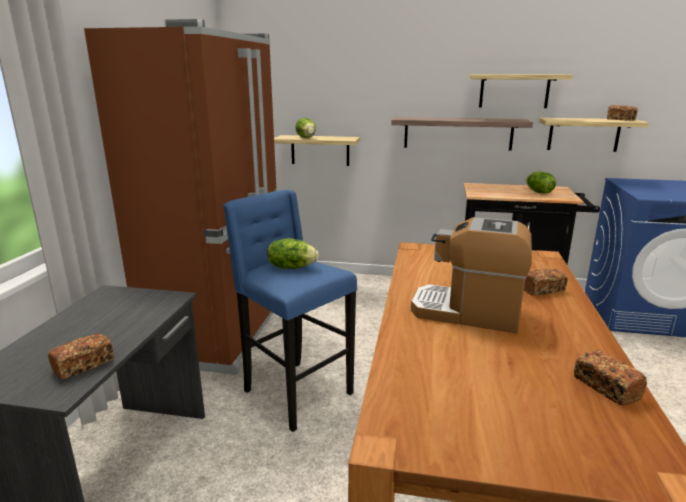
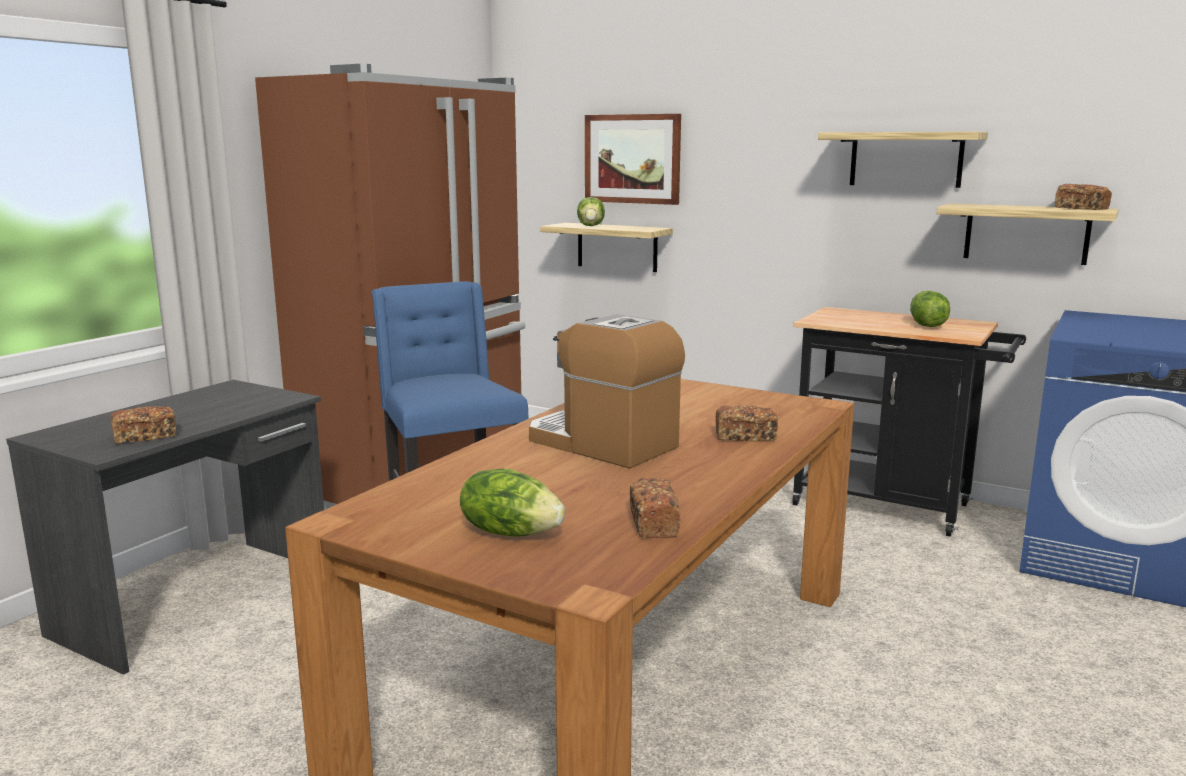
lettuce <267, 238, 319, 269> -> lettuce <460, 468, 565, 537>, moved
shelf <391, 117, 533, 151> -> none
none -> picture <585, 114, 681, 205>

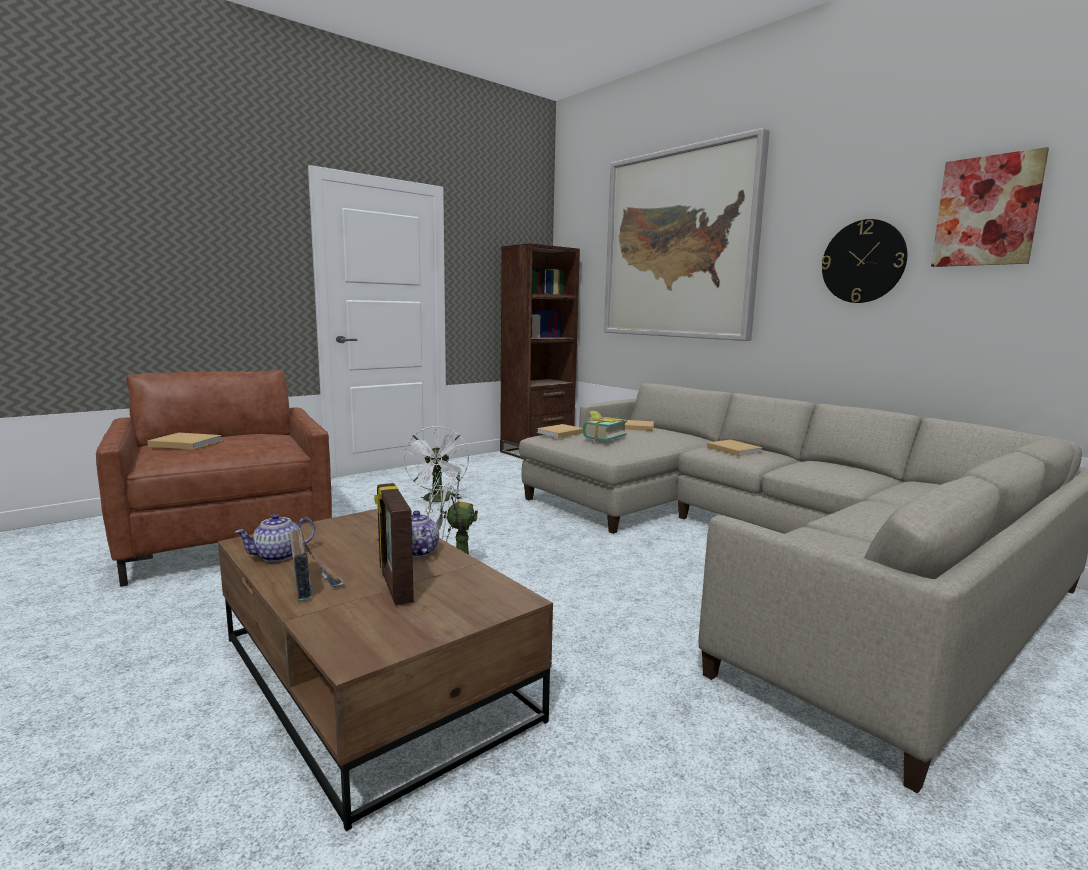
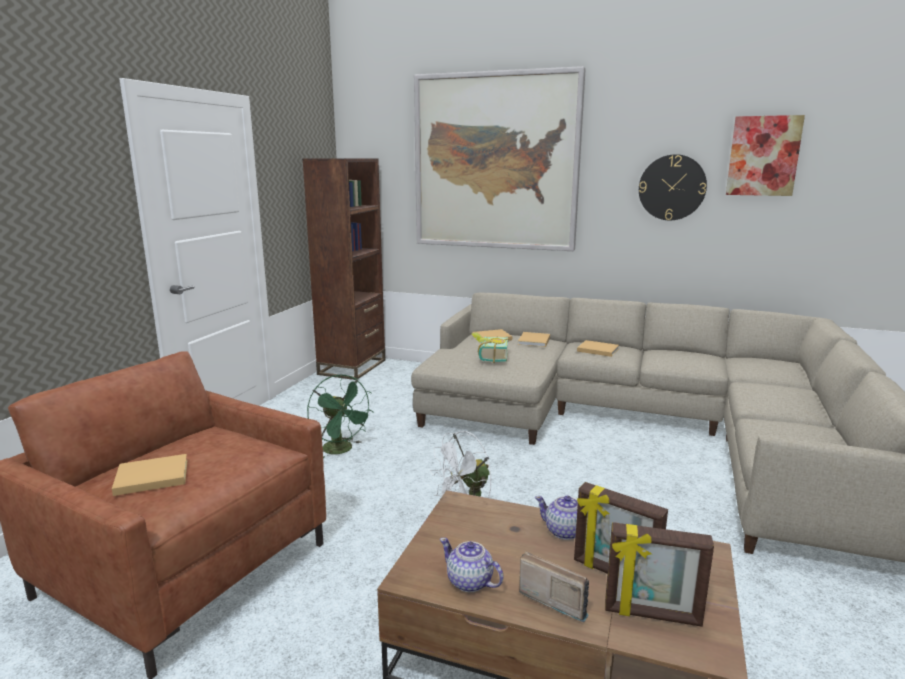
teapot <234, 514, 315, 562> -> teapot <440, 538, 503, 592>, 105 degrees clockwise
fan (white) <404, 426, 469, 502> -> fan (green) <307, 375, 374, 458>
book (beige) <537, 424, 583, 438> -> book (beige) <518, 332, 550, 347>, moved
none -> picture frame <605, 522, 714, 627>

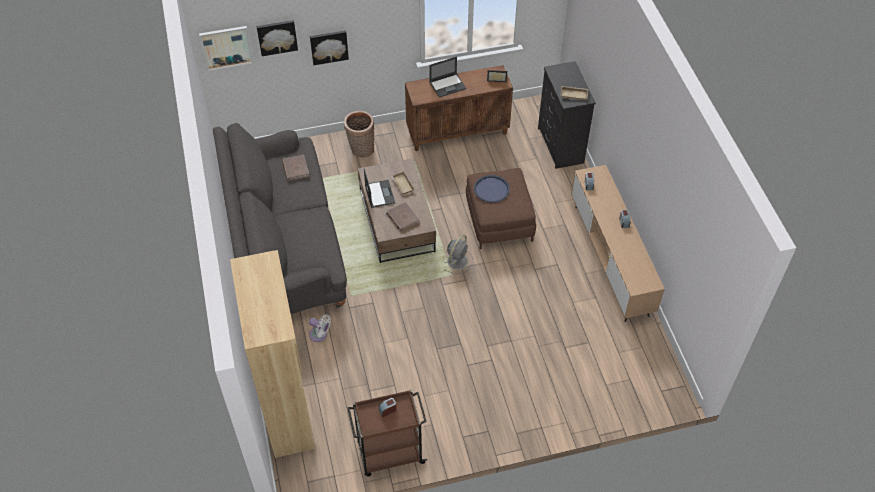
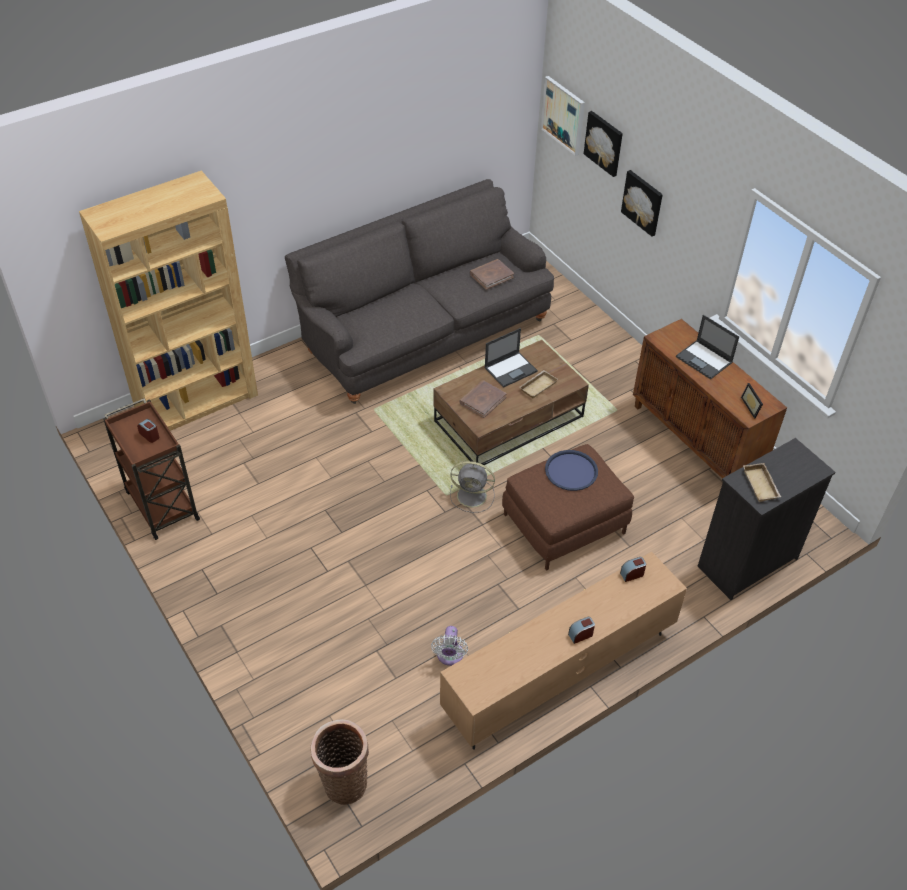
fan (white) <309, 314, 331, 342> -> fan (white) <431, 626, 468, 666>, moved
basket <344, 111, 374, 158> -> basket <310, 719, 369, 805>, moved

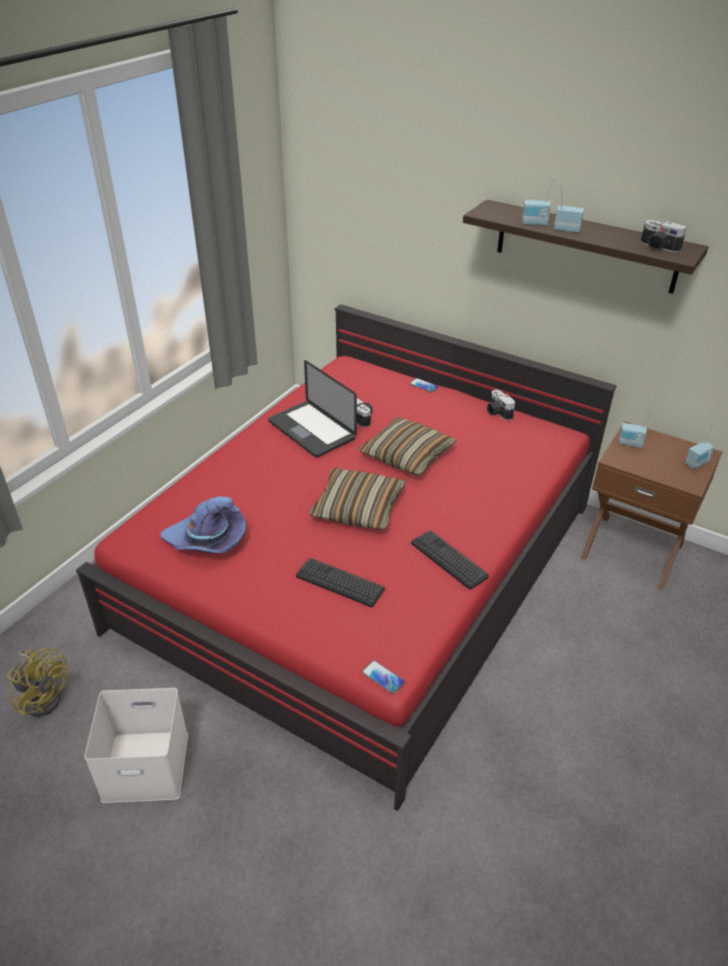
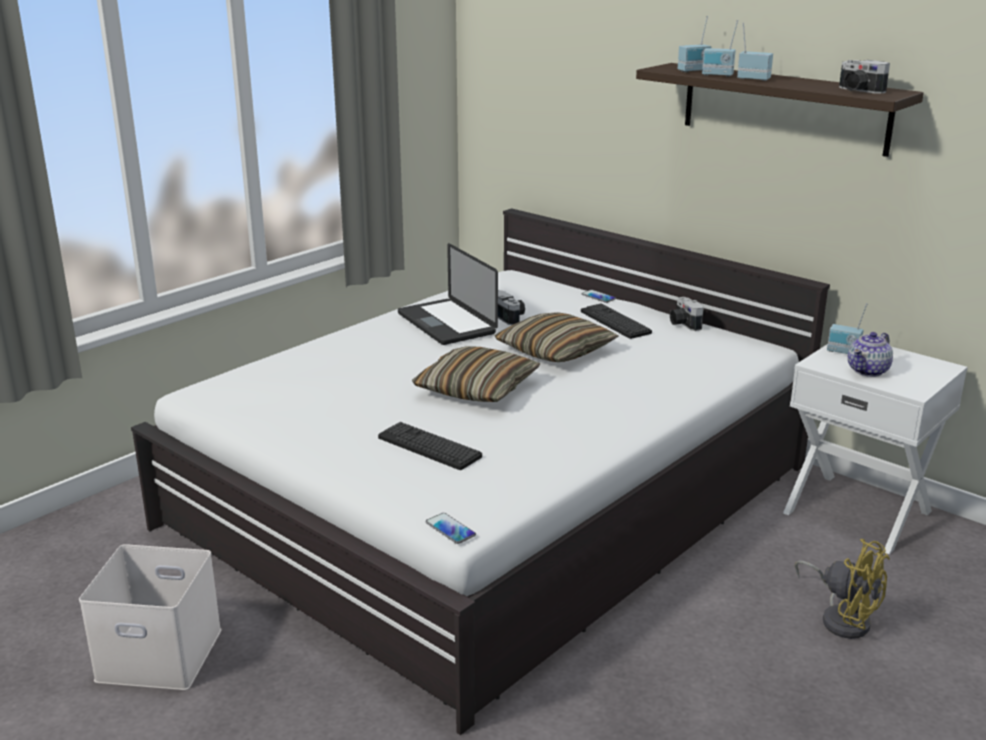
fan (yellow) <7, 648, 68, 717> -> fan (yellow) <795, 539, 890, 639>, moved
bed (red) <76, 304, 617, 811> -> bed (white) <131, 208, 830, 735>
hat (purple) <160, 496, 246, 553> -> none
keyboard <411, 530, 489, 590> -> keyboard <581, 303, 652, 339>, moved
nightstand (brown) <581, 421, 722, 590> -> nightstand (white) <783, 344, 968, 554>
radio <685, 423, 715, 469> -> radio <678, 16, 711, 72>, moved
none -> teapot <848, 332, 893, 377>

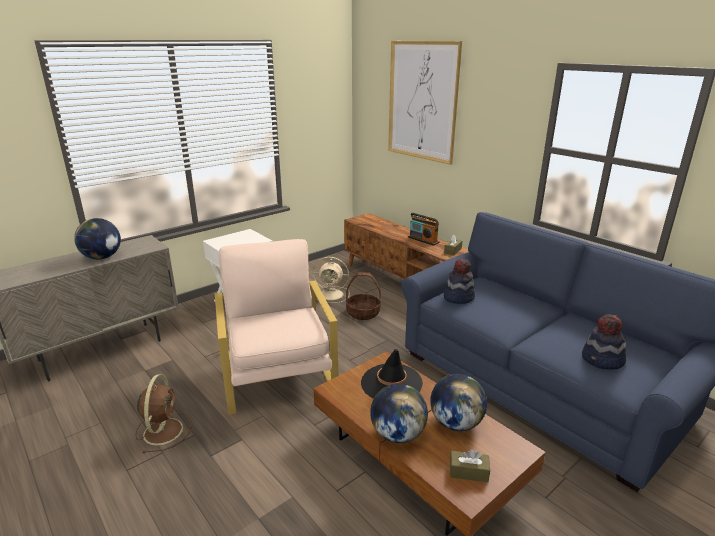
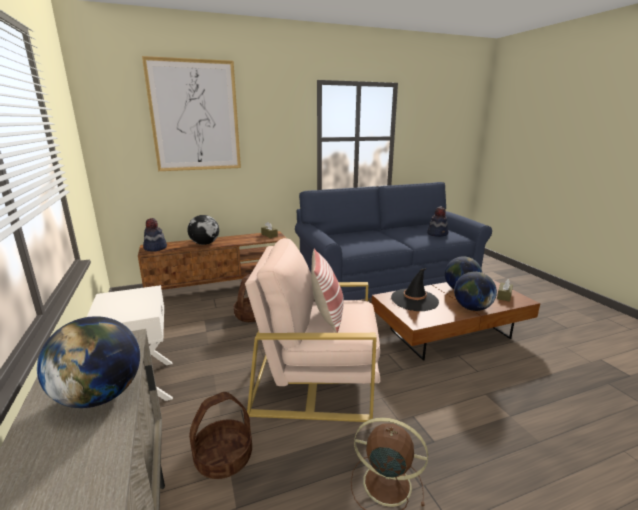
fan (beige) <313, 257, 350, 303> -> none
radio <408, 212, 440, 246> -> none
hat <444, 259, 475, 304> -> hat <143, 218, 167, 252>, moved
none -> globe <187, 215, 219, 245>
none -> basket <189, 392, 252, 479>
none -> pillow <311, 248, 344, 333>

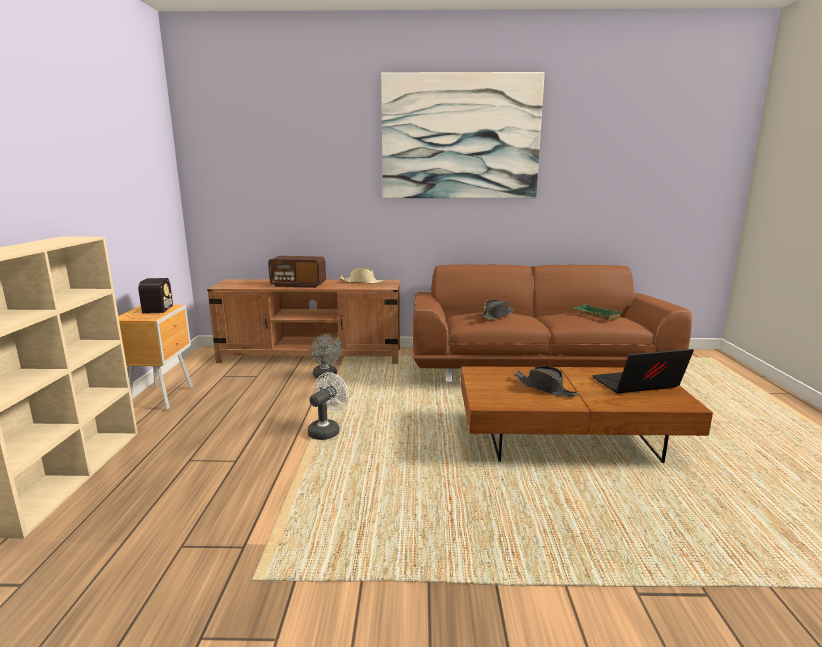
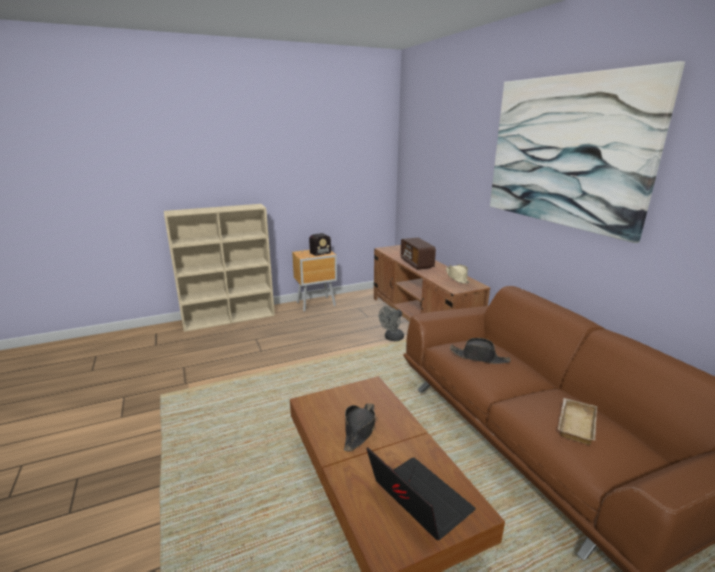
fan (white) <308, 372, 349, 440> -> none
tray (green) <574, 304, 622, 321> -> tray (beige) <558, 398, 597, 445>

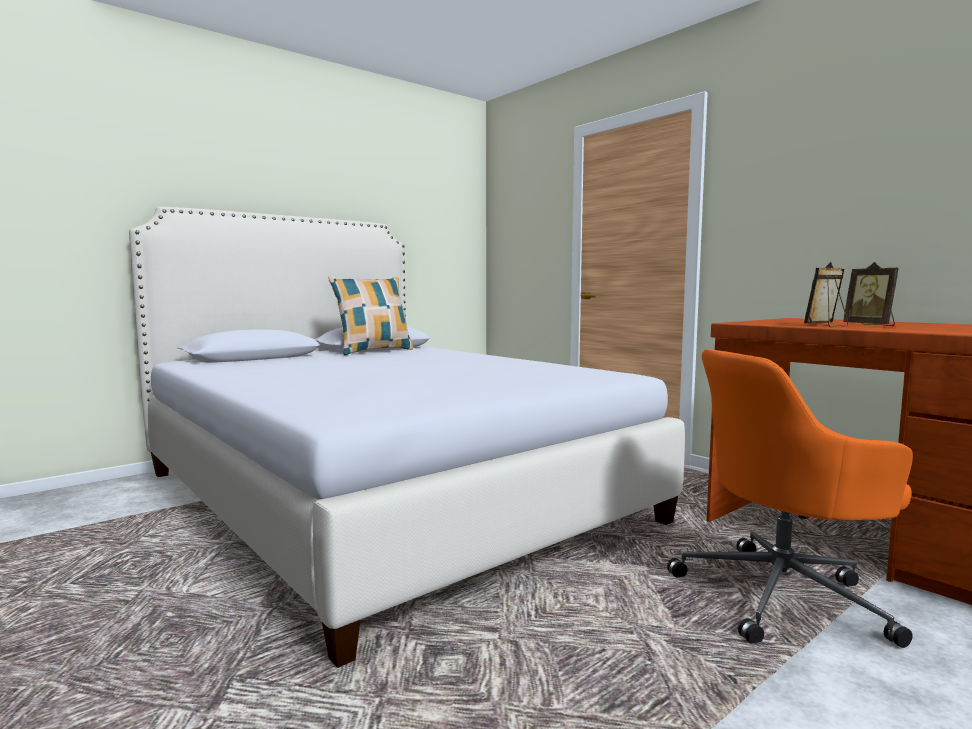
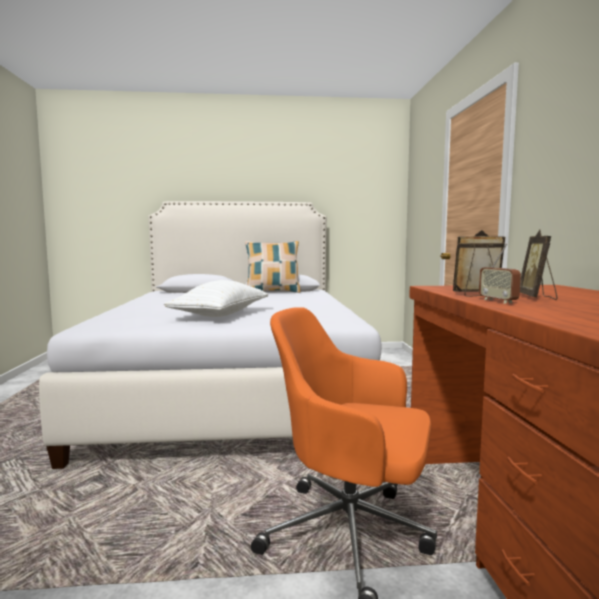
none -> pillow (white) <164, 280, 268, 317>
none -> radio <479, 243, 521, 304>

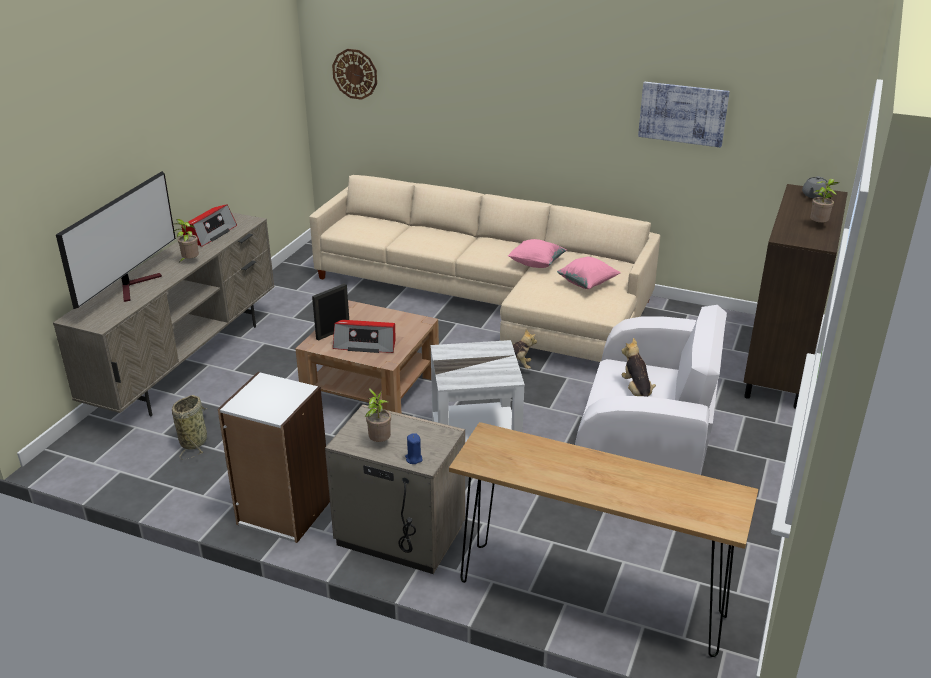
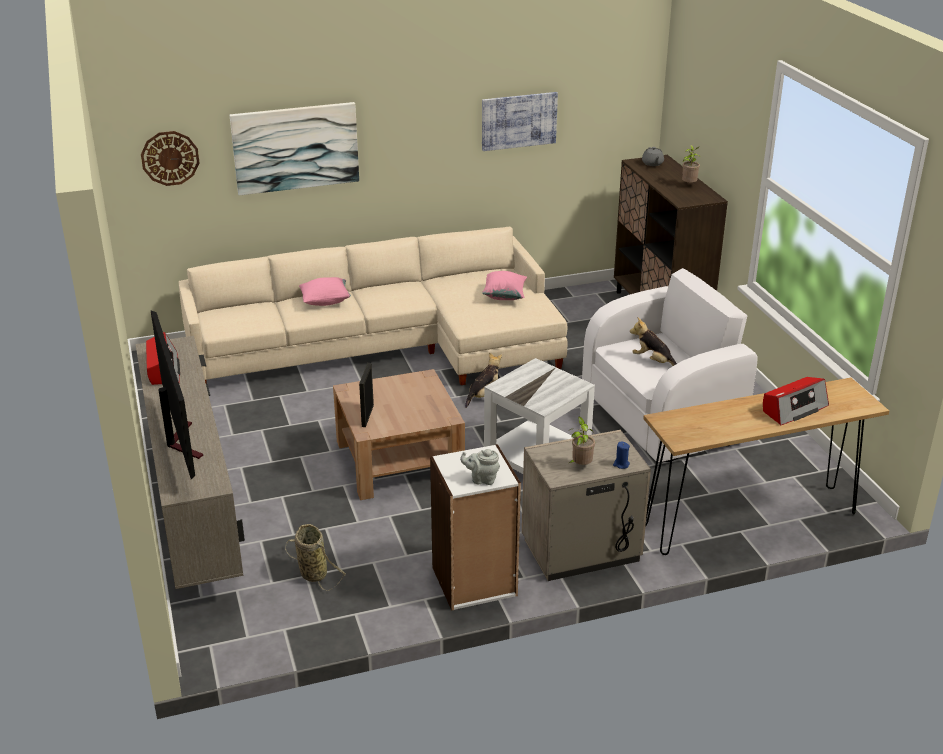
potted plant <174, 219, 199, 262> -> none
radio <333, 320, 395, 353> -> radio <763, 377, 829, 425>, moved
pillow (pink) <508, 239, 567, 268> -> pillow (pink) <299, 277, 351, 306>, moved
none -> picture <230, 102, 359, 196>
none -> teapot (grey) <460, 449, 500, 485>

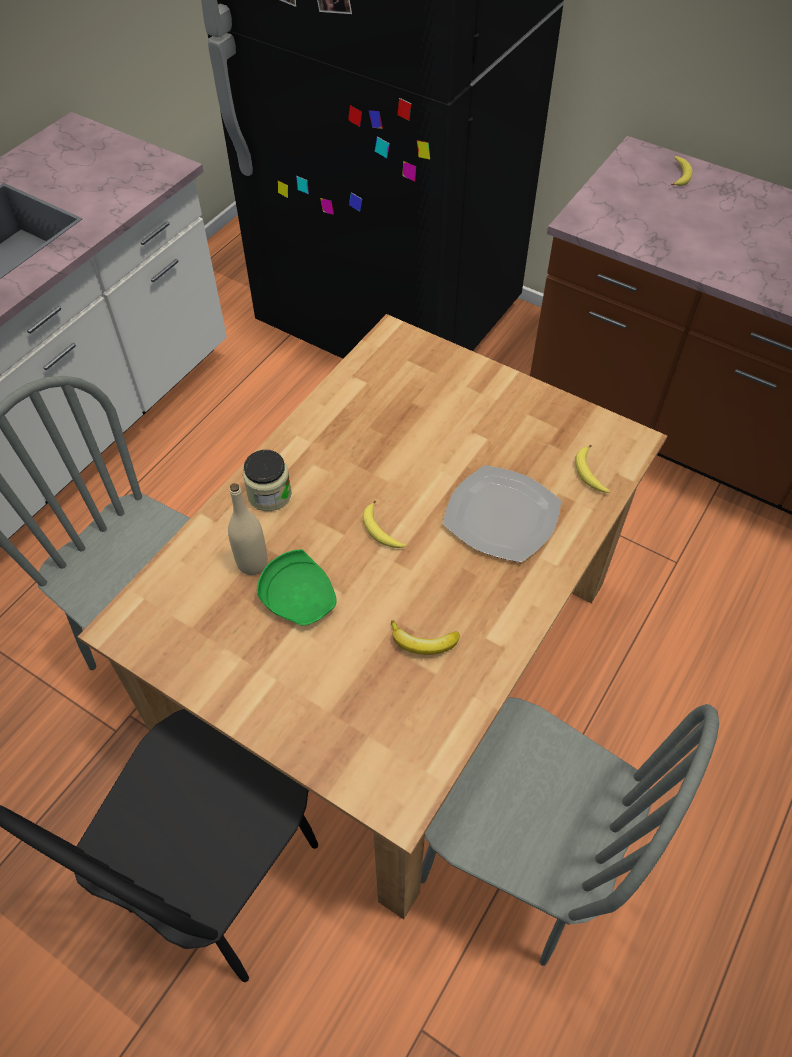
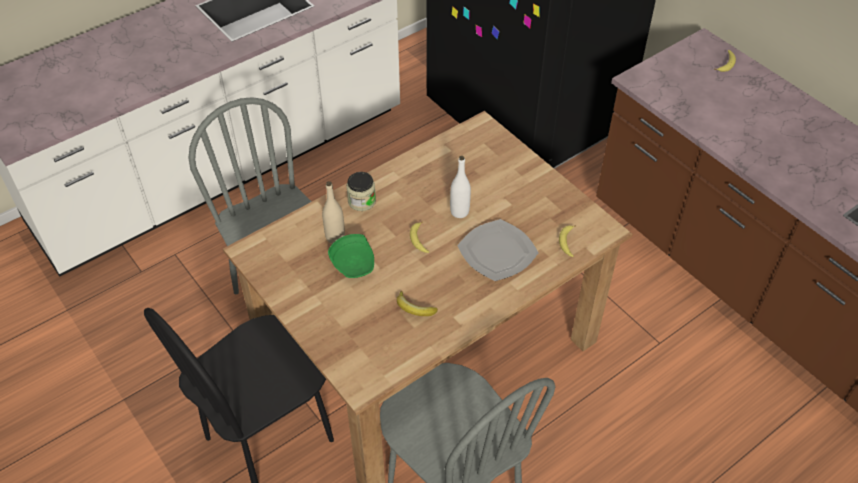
none -> bottle (white) <450, 156, 471, 218>

